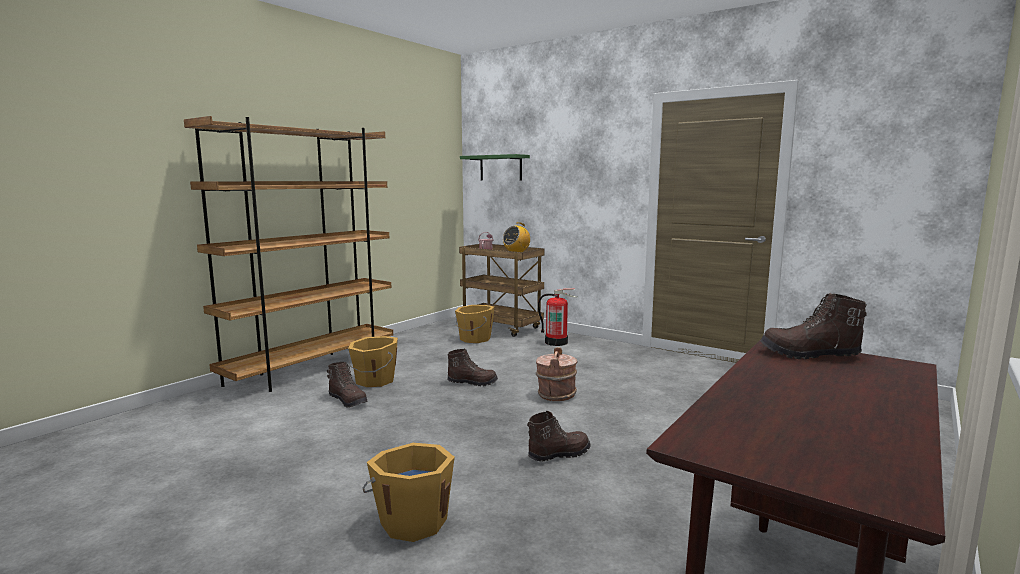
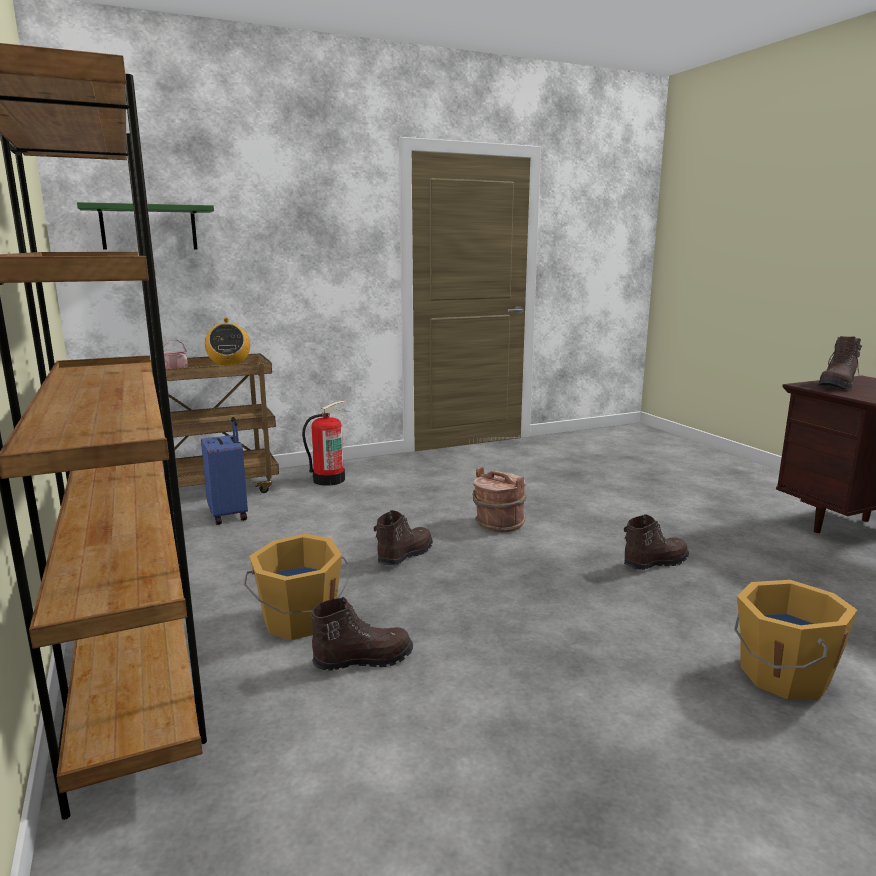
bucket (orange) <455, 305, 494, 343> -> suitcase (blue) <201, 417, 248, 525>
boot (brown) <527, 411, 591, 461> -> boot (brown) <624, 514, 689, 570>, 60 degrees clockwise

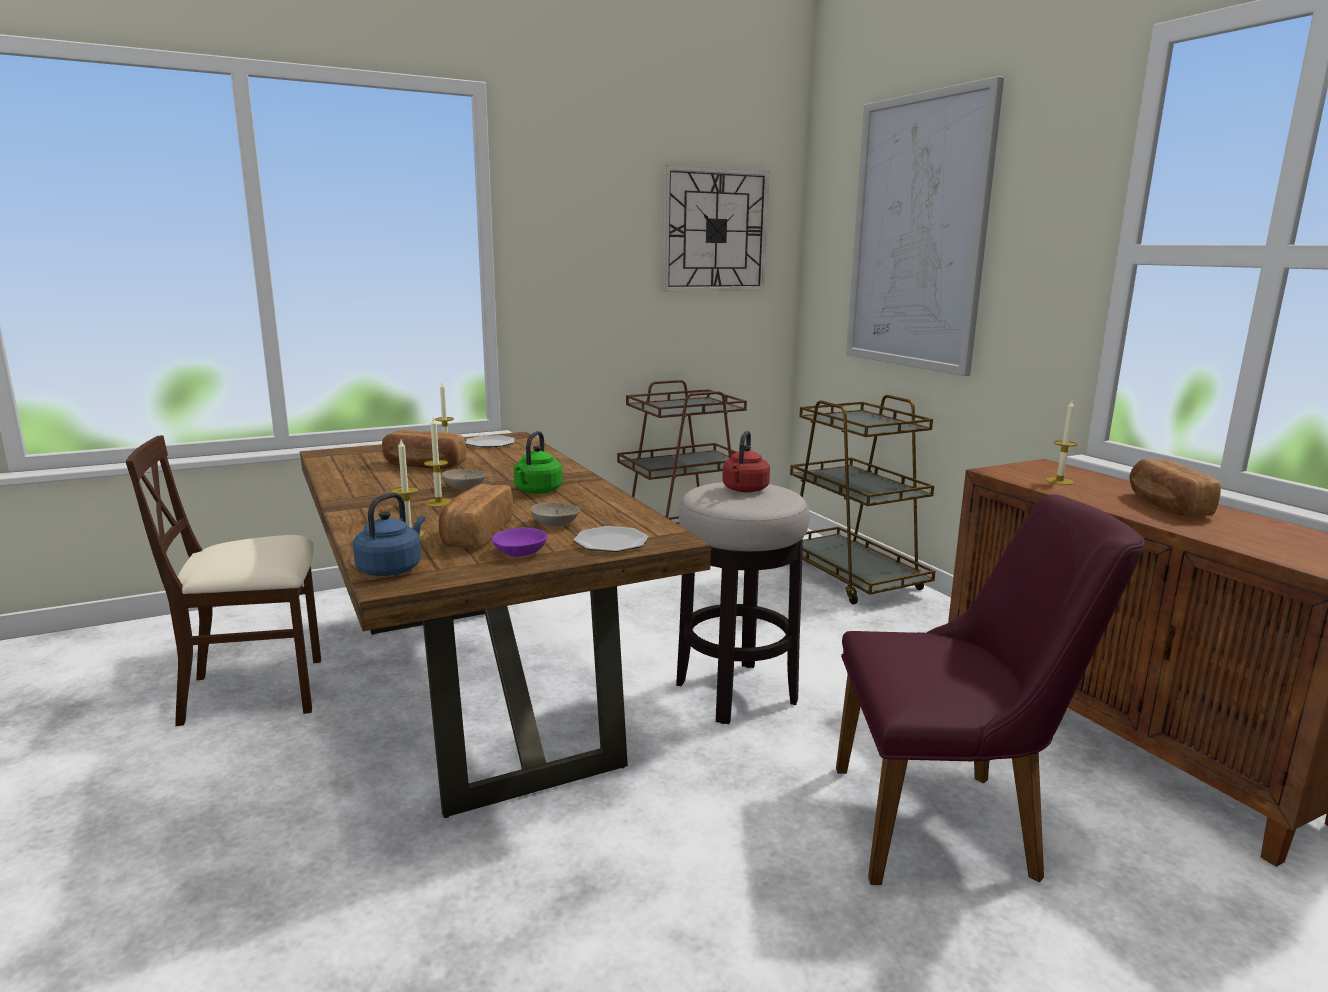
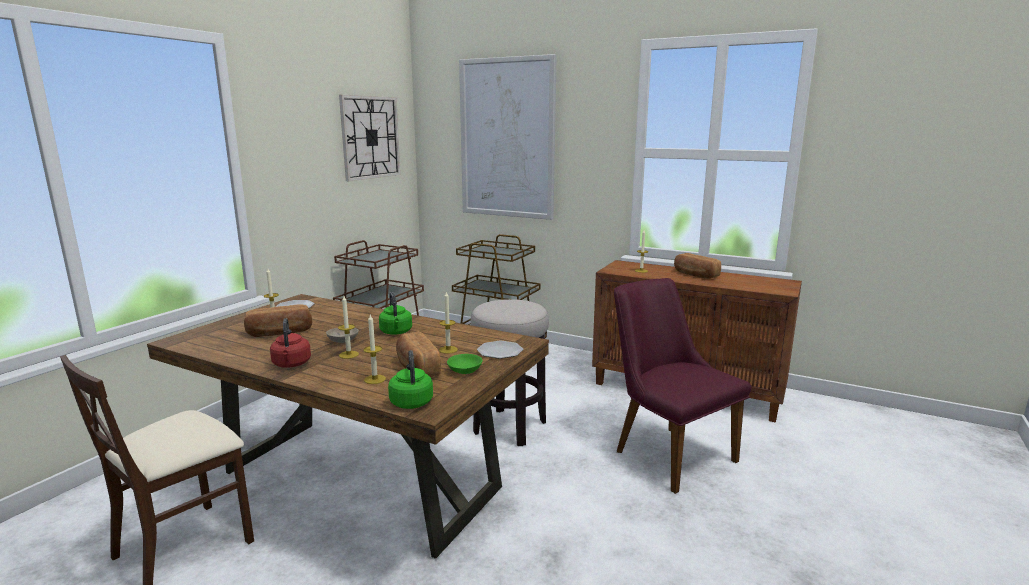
kettle (blue) <353, 492, 425, 576> -> kettle (green) <388, 350, 433, 409>
bowl (purple) <492, 528, 547, 557> -> bowl (green) <447, 354, 483, 374>
bowl (beige) <530, 502, 580, 527> -> candle <439, 291, 458, 354>
kettle (red) <722, 431, 770, 492> -> kettle (red) <270, 318, 311, 368>, moved
chair (purple) <836, 494, 1145, 885> -> chair (purple) <614, 278, 751, 494>, 90 degrees counterclockwise

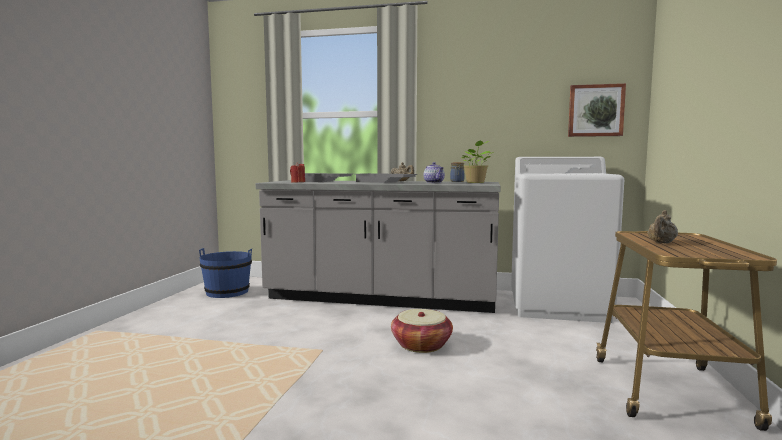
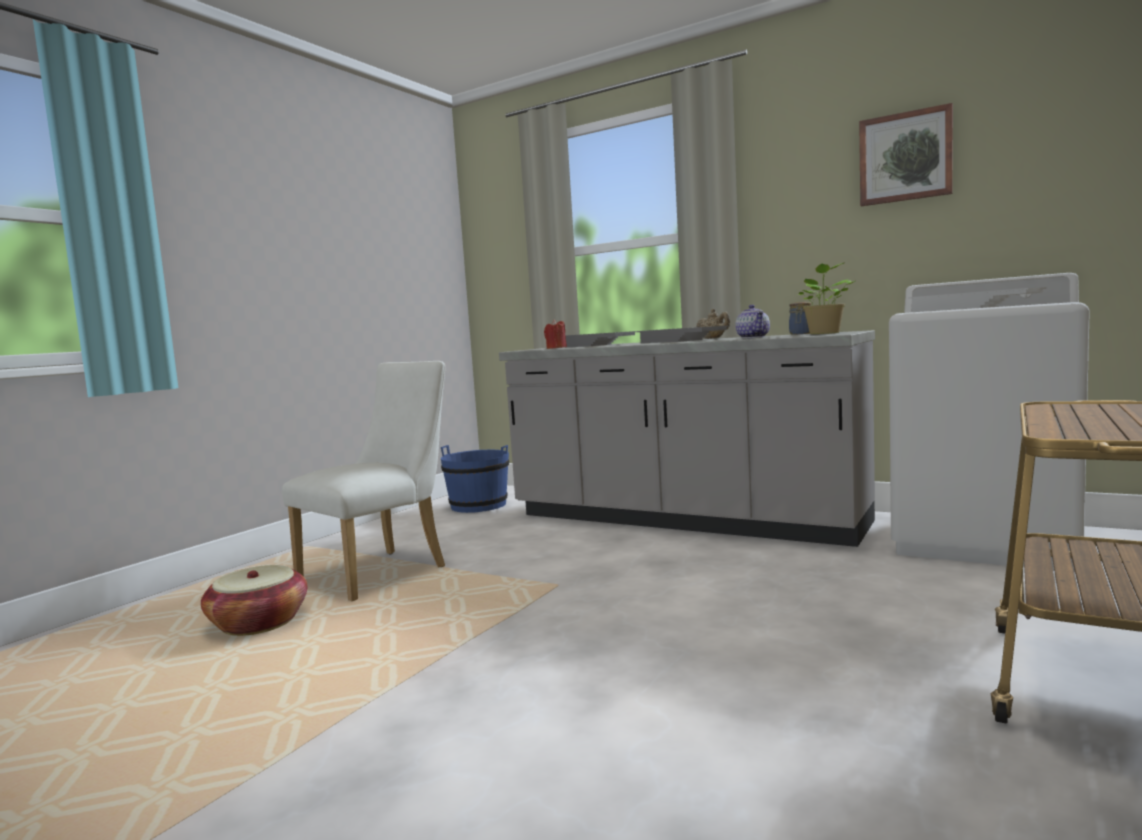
basket <391, 309, 453, 353> -> basket <201, 565, 307, 636>, moved
picture <568, 83, 626, 137> -> picture <859, 103, 953, 206>, moved
teapot (beige) <648, 210, 678, 243> -> none
none -> chair (white) <282, 361, 445, 601>

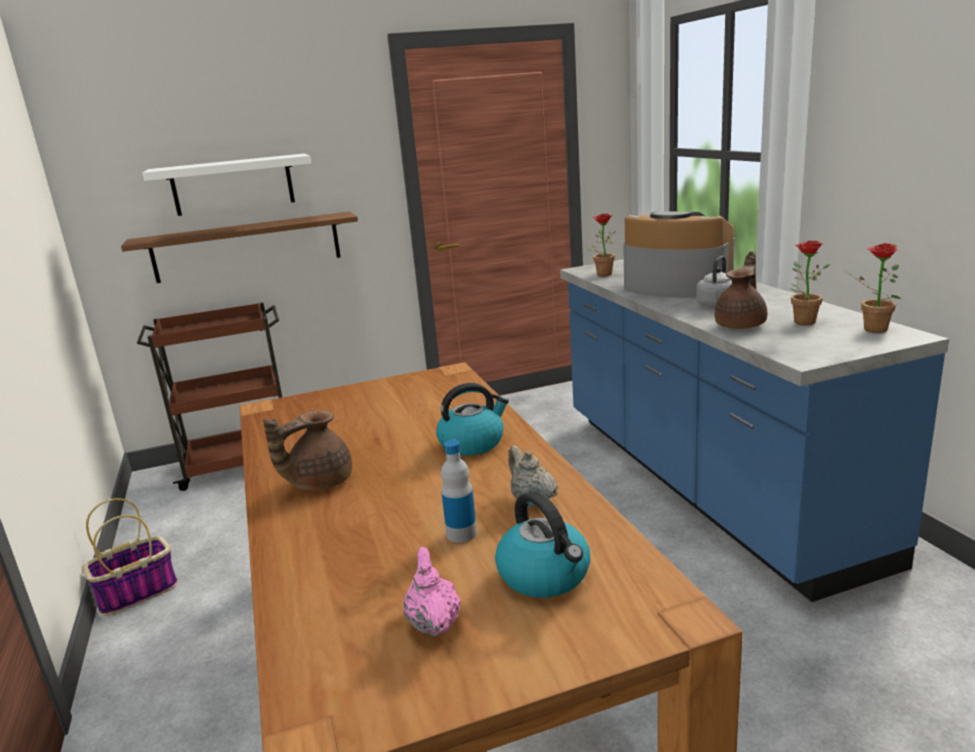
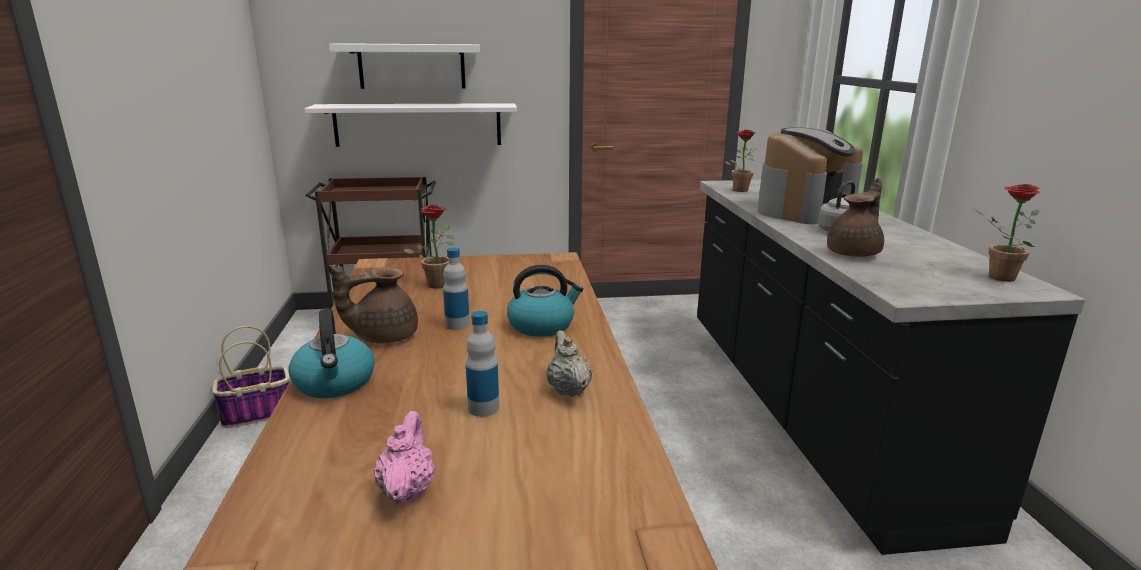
shelf (brown) <121, 212, 358, 283> -> shelf (white) <304, 103, 517, 147>
kettle <495, 491, 590, 598> -> kettle <288, 309, 375, 398>, moved
counter (blue) <560, 259, 949, 602> -> counter (black) <697, 180, 1085, 555>
coffee machine <623, 211, 735, 298> -> coffee machine <757, 127, 863, 224>, 90 degrees clockwise
potted plant <790, 241, 830, 325> -> potted plant <404, 205, 455, 289>, moved
none -> bottle <443, 247, 470, 330>

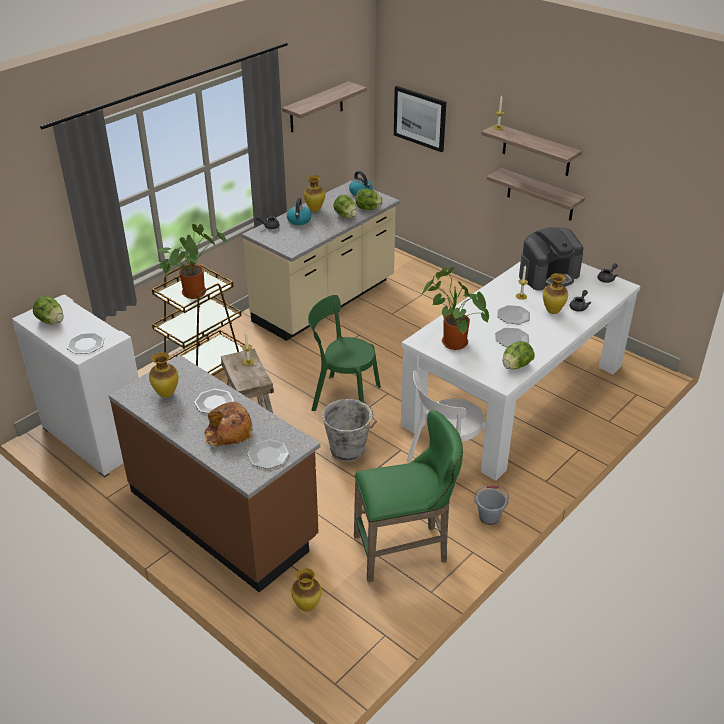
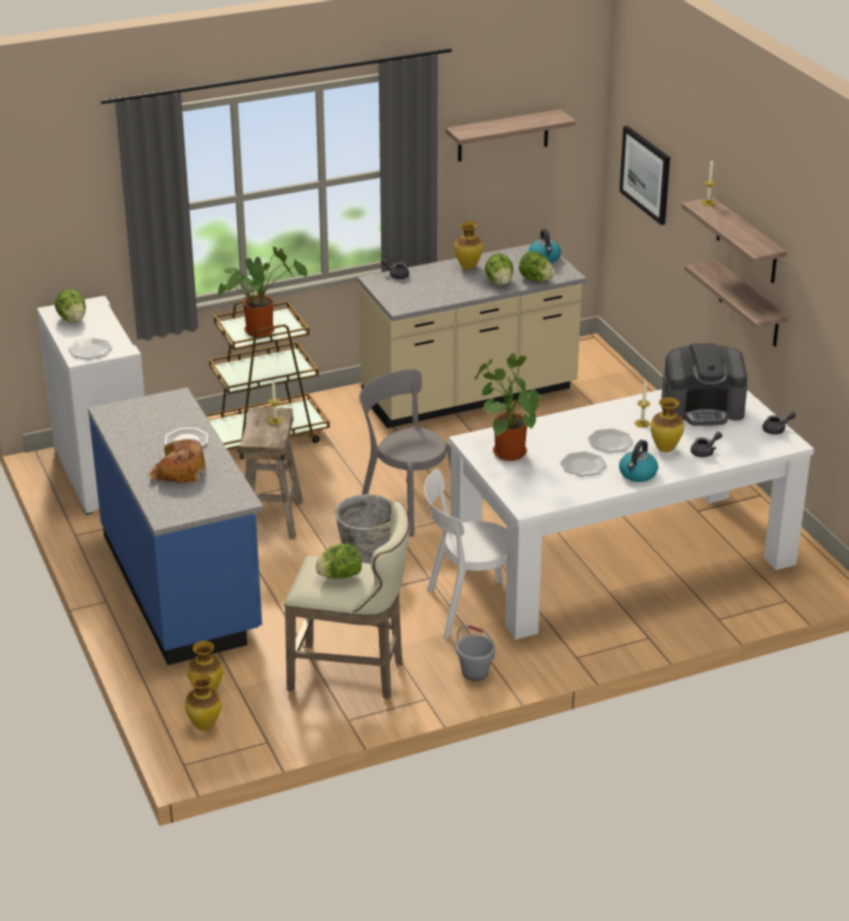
counter (brown) <109, 355, 320, 592> -> counter (blue) <88, 387, 263, 665>
vase <149, 352, 178, 398> -> vase <185, 674, 221, 731>, moved
plate <247, 439, 290, 469> -> none
kettle <287, 198, 312, 225> -> kettle <619, 440, 658, 482>, moved
chair (green) <308, 295, 381, 411> -> chair (grey) <359, 369, 451, 537>
stool (green) <354, 410, 463, 582> -> stool (beige) <284, 502, 410, 699>
lettuce <503, 341, 535, 369> -> lettuce <316, 543, 362, 579>, moved

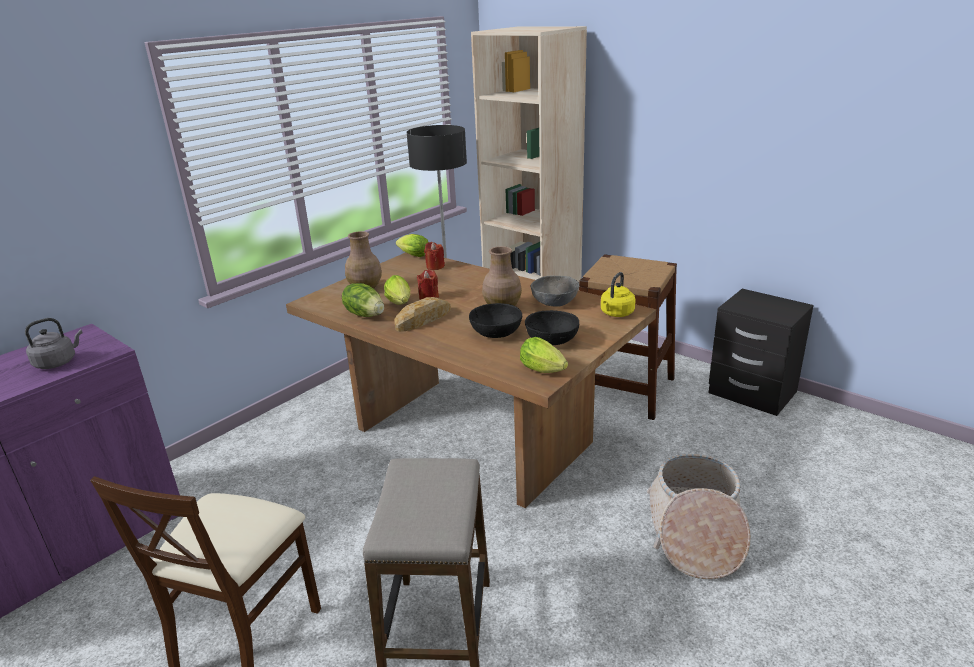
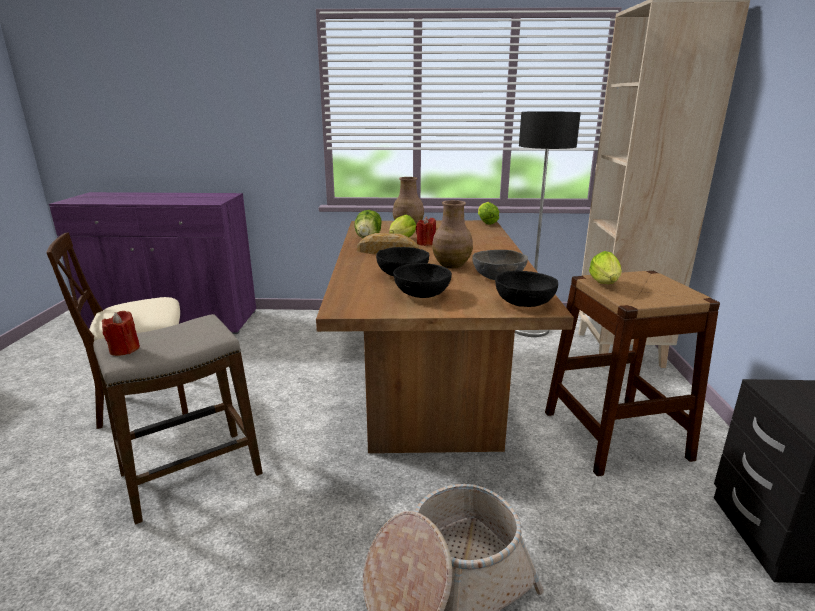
kettle (grey) <25, 318, 83, 369> -> none
candle (red) <424, 242, 445, 270> -> candle (red) <102, 311, 140, 356>, moved
lettuce <520, 337, 568, 373> -> lettuce <589, 251, 622, 284>, moved
kettle (yellow) <601, 272, 636, 317> -> bowl (black) <495, 271, 558, 307>

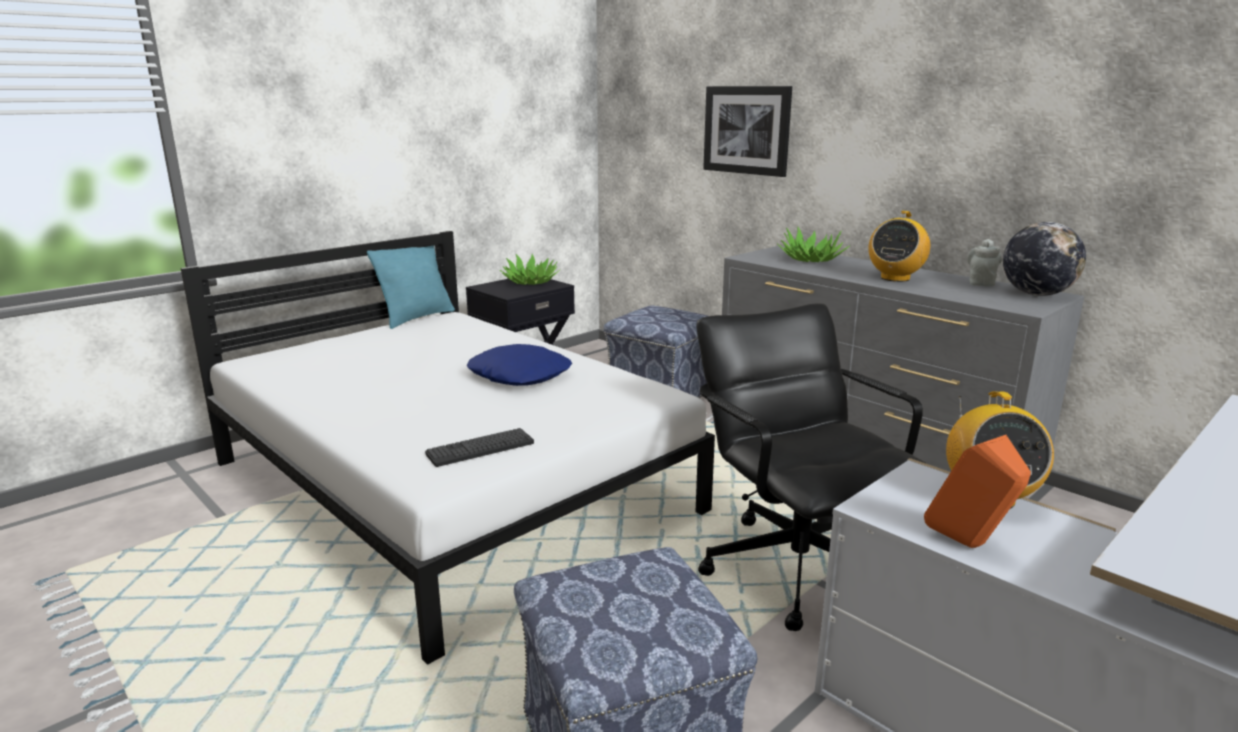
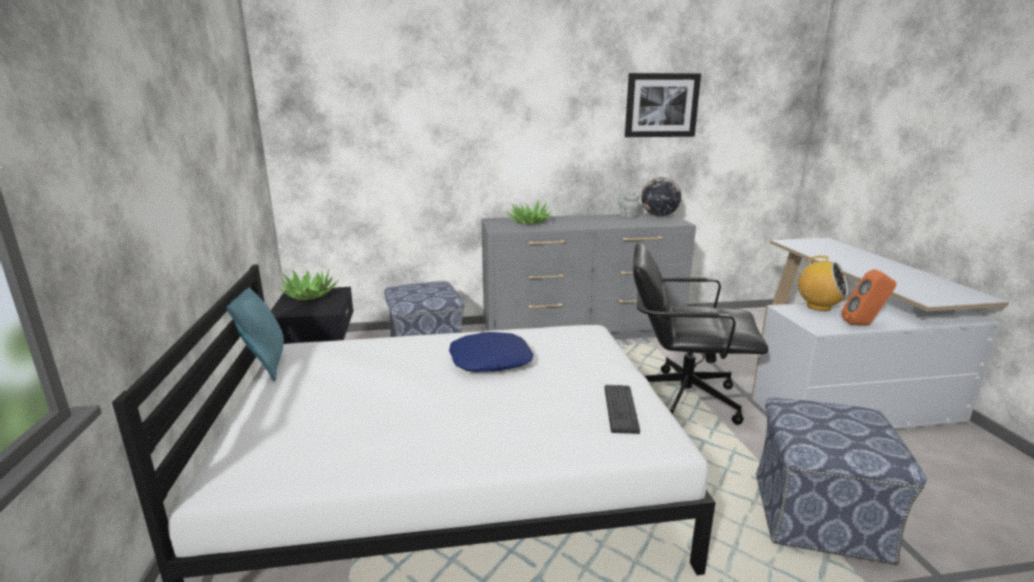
picture <703, 86, 792, 177> -> picture <625, 73, 701, 137>, moved
radio <868, 211, 930, 282> -> none

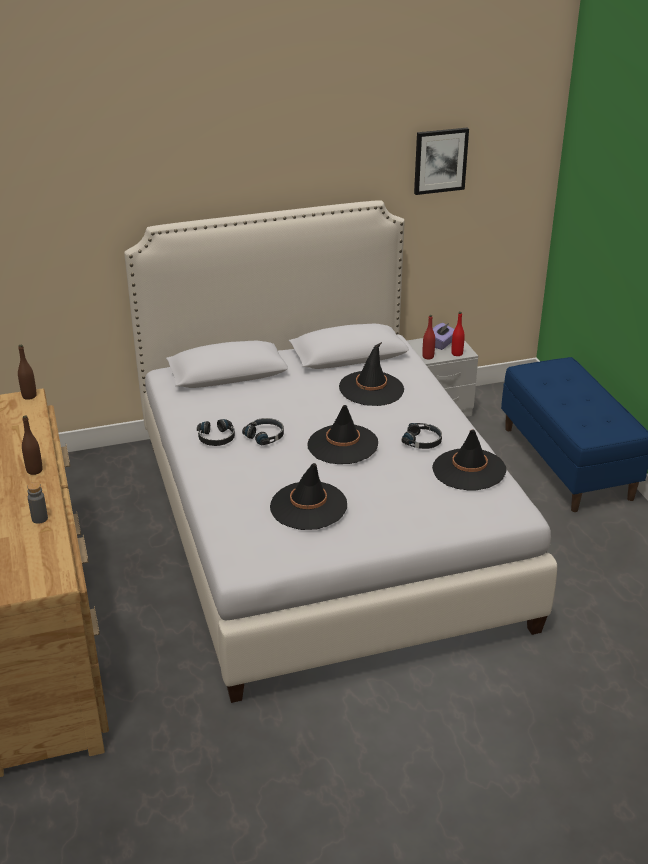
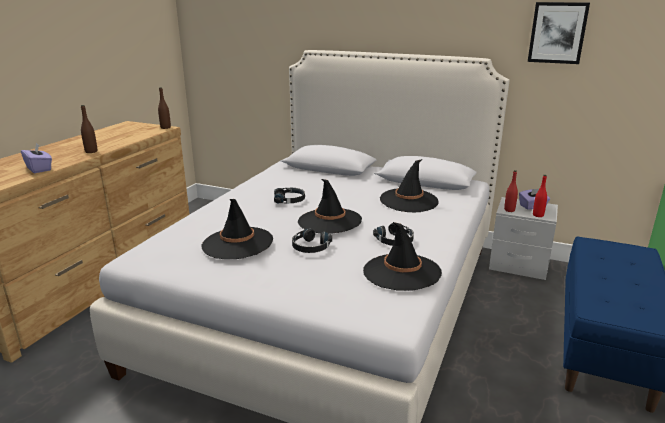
bottle (grey) <27, 482, 48, 524> -> tissue box (purple) <21, 142, 52, 173>
headphones (black) <197, 419, 235, 446> -> headphones (black) <292, 229, 332, 253>, moved

